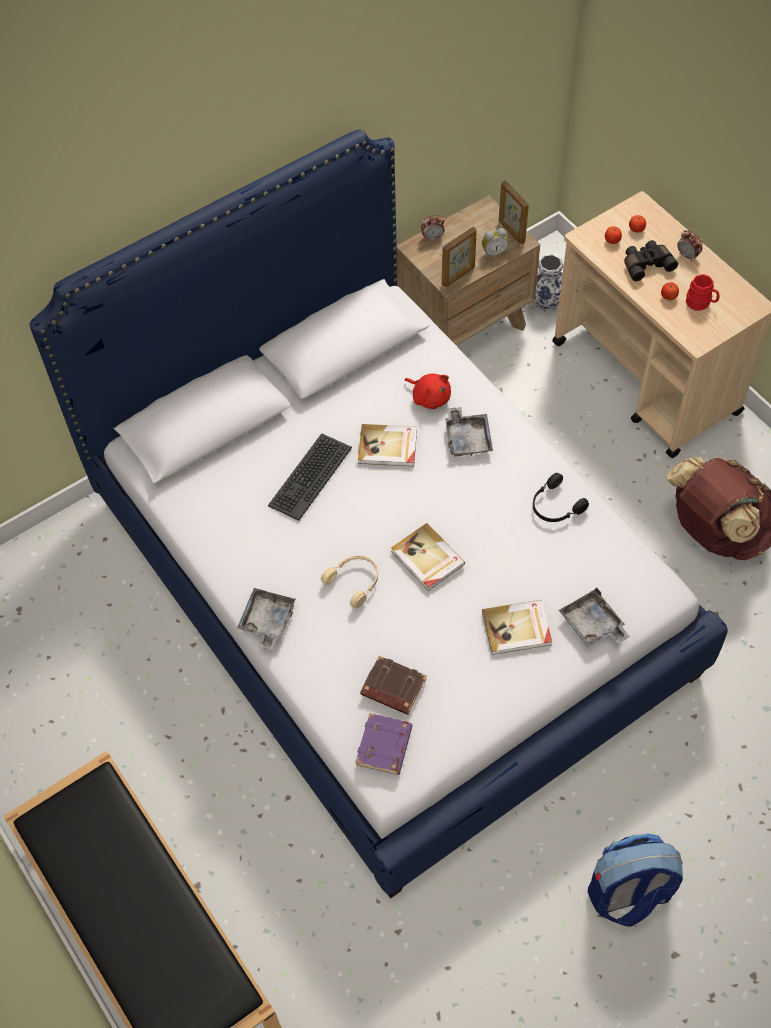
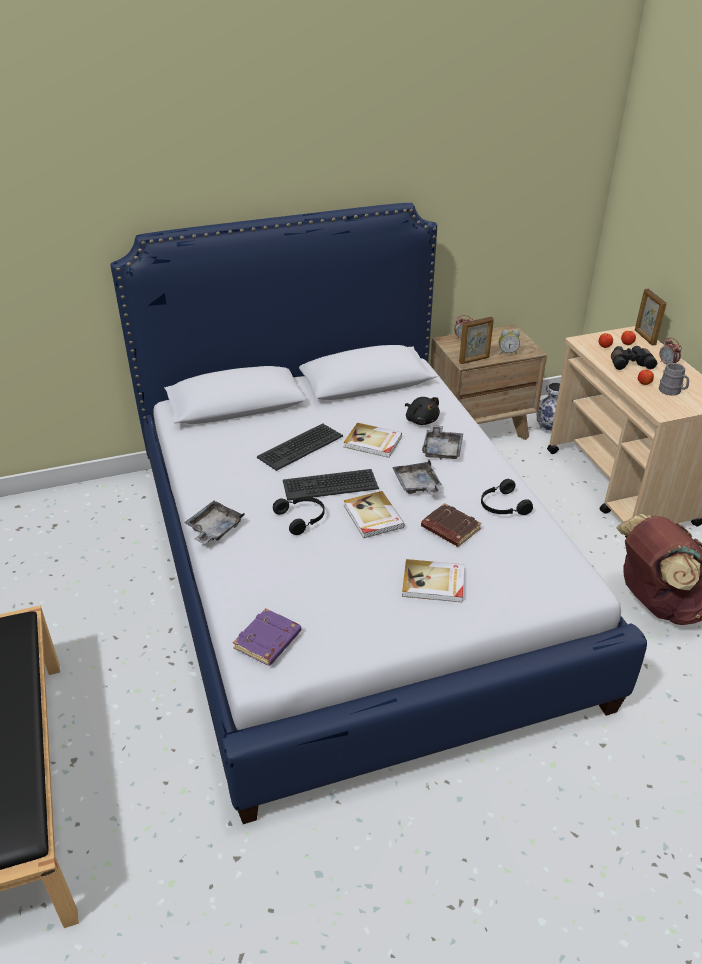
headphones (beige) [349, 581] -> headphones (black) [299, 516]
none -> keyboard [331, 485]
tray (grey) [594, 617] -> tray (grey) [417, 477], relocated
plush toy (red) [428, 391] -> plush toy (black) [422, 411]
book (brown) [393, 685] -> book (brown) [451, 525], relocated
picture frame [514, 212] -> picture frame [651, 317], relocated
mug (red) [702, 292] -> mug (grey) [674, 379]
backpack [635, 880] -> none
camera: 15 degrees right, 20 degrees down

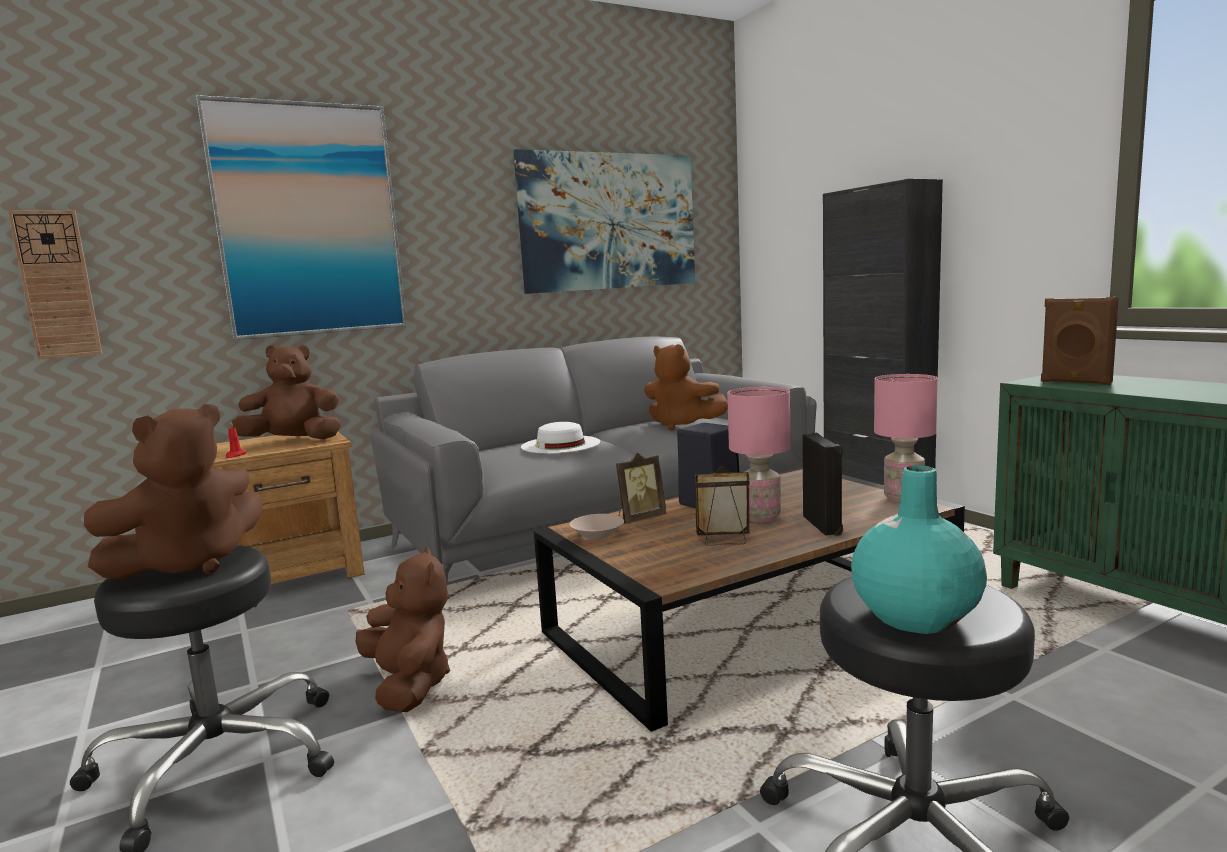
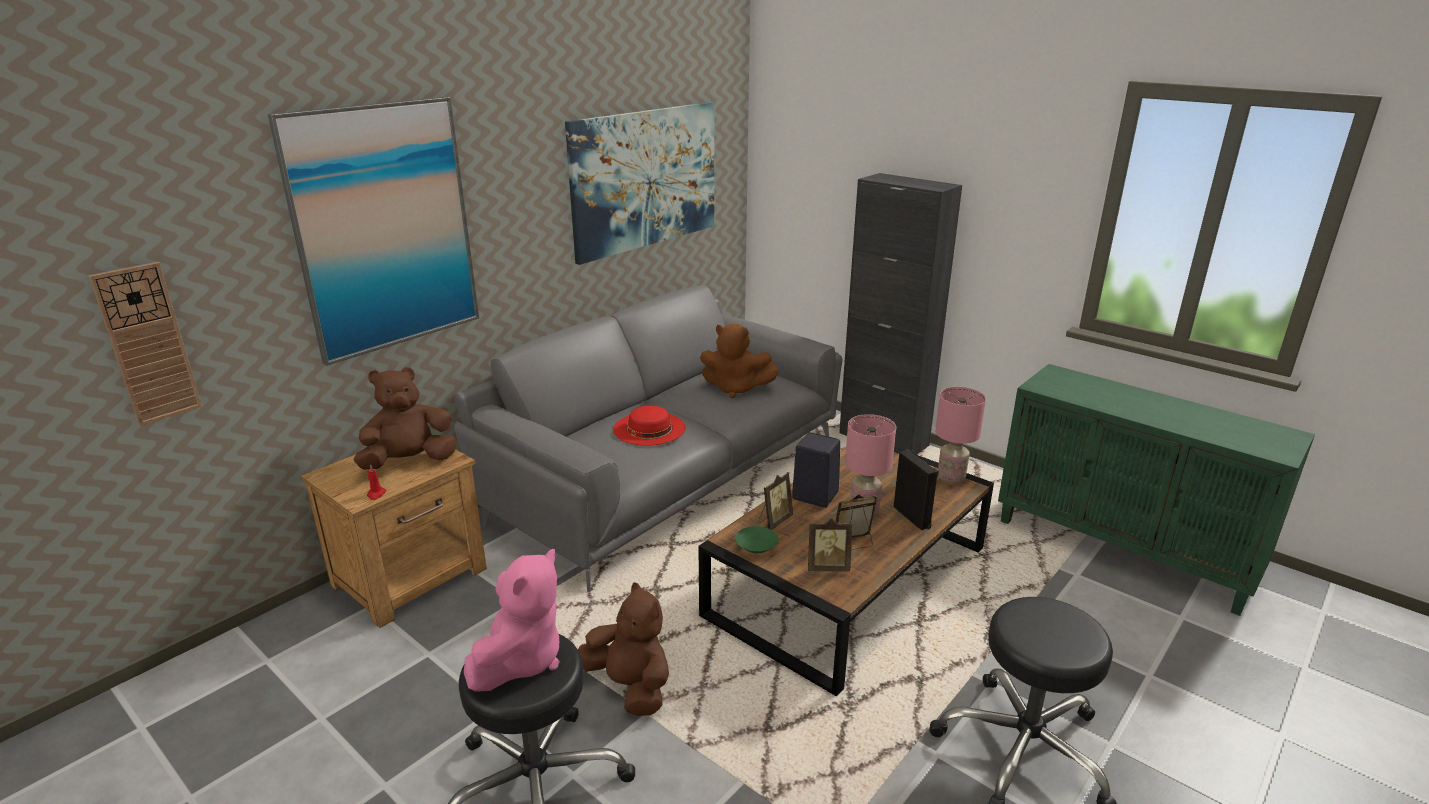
plush toy (brown) [173, 492] -> plush toy (pink) [512, 620]
hat (white) [560, 437] -> hat (red) [649, 426]
bowl (beige) [596, 527] -> bowl (green) [756, 539]
none -> picture frame [830, 544]
vase (turquoise) [919, 549] -> none
speaker (brown) [1080, 341] -> none
camera: 20 degrees left, 15 degrees up

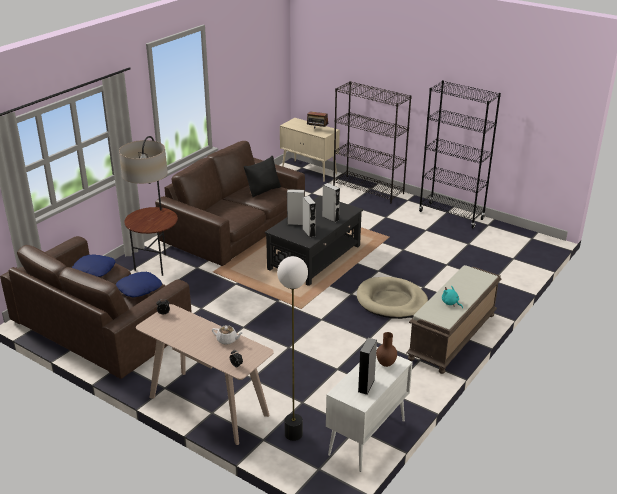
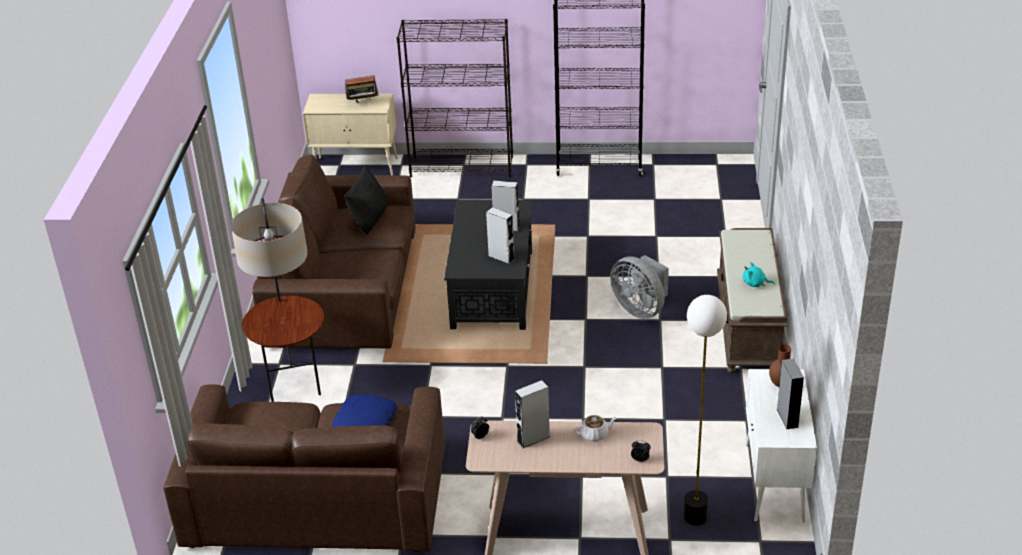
speaker (grey) [296, 207] -> speaker (grey) [532, 414], relocated
dog bed (beige) [392, 298] -> fan (grey) [639, 287]
pillow (blue) [94, 265] -> none
camera: 30 degrees left, 5 degrees up

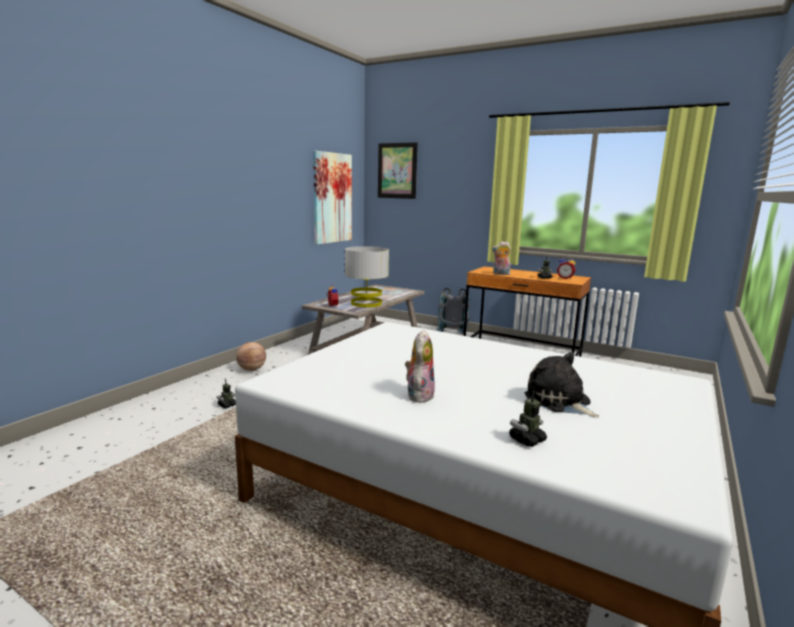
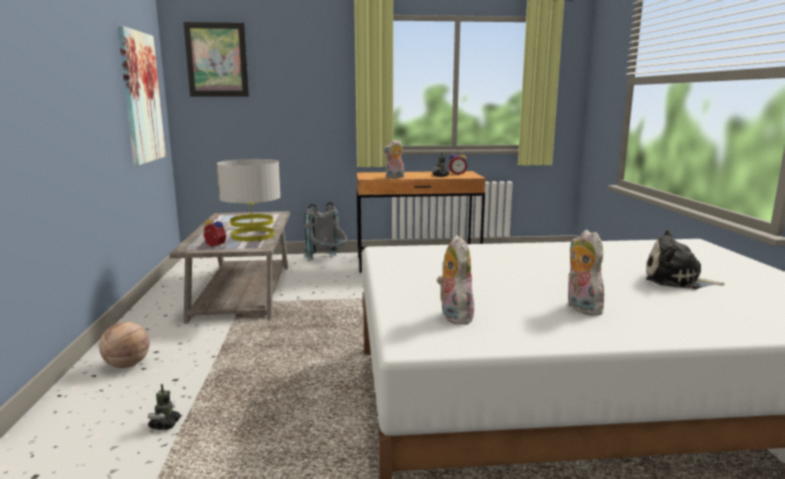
none -> plush toy [455, 280]
toy robot [528, 419] -> none
camera: 35 degrees left, 0 degrees up

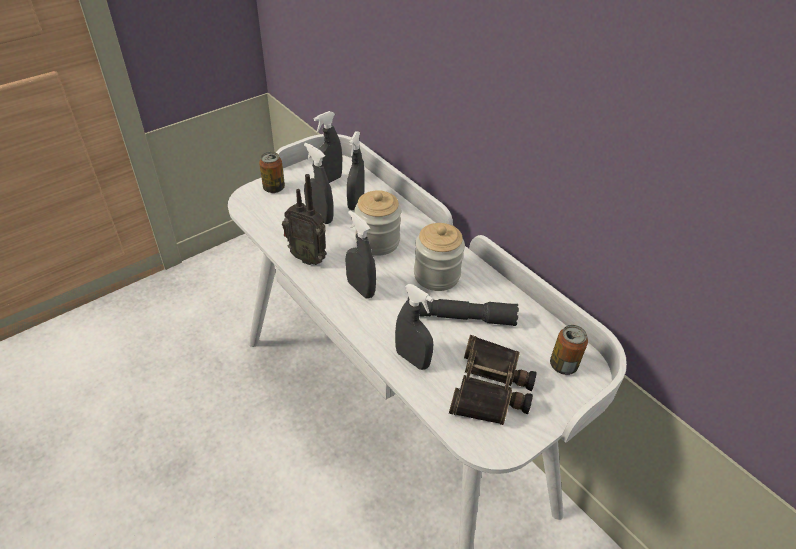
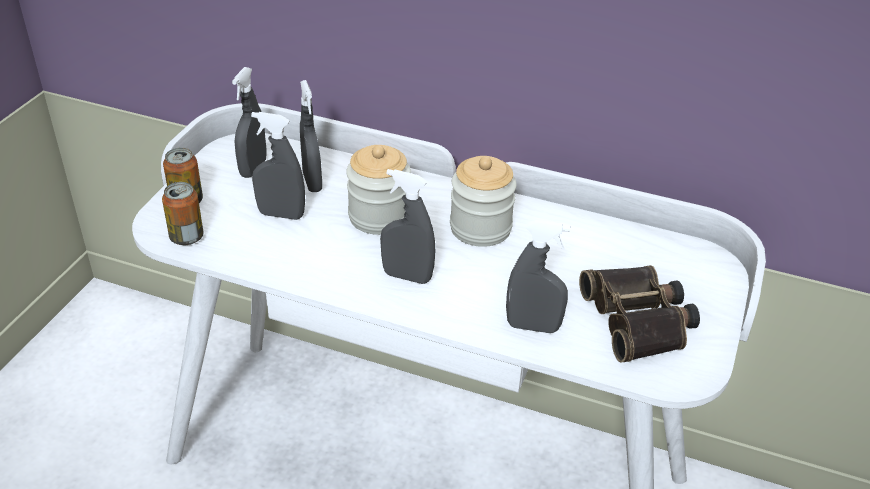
can [569, 350] -> can [183, 213], relocated
radio [304, 219] -> none
flashlight (grey) [463, 311] -> none
camera: 30 degrees left, 5 degrees down

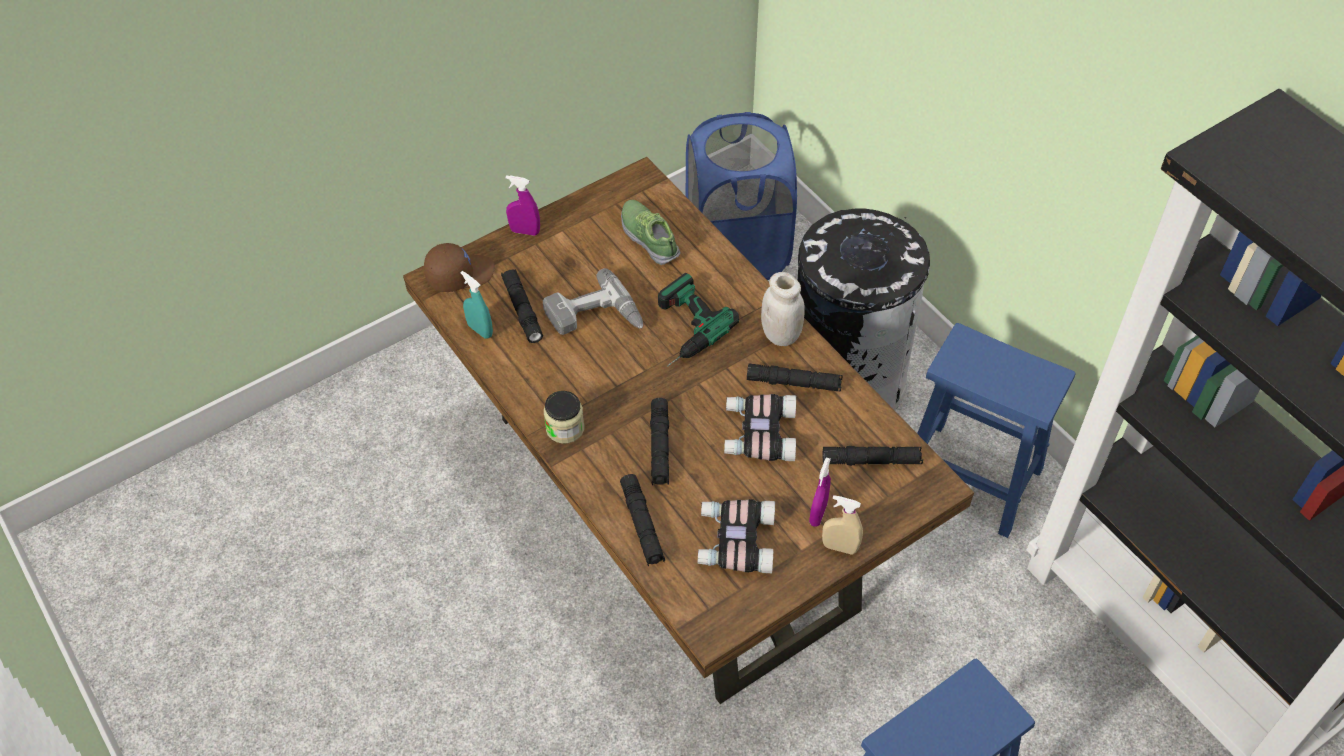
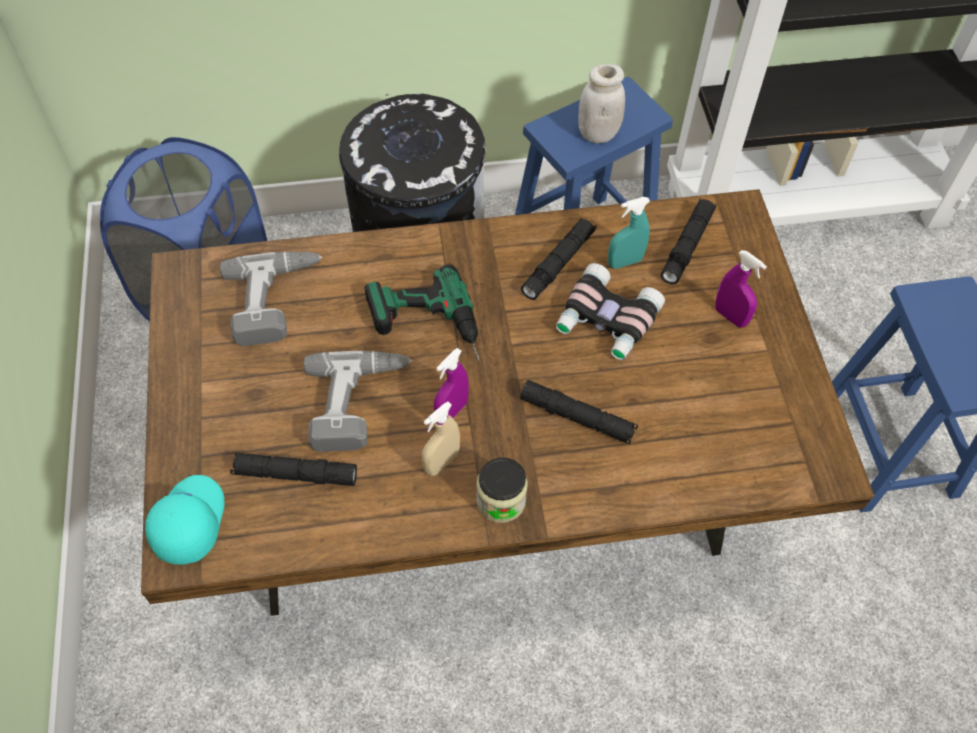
cap (brown) [459, 267] -> cap (turquoise) [185, 520]
shoe [651, 232] -> power drill [271, 299]
spray bottle (beige) [842, 525] -> spray bottle (beige) [441, 439], relocated
spray bottle (purple) [523, 205] -> spray bottle (purple) [451, 383], relocated
jar (white) [783, 309] -> jar (white) [601, 103], relocated
spray bottle (turquoise) [477, 305] -> spray bottle (turquoise) [629, 233], relocated
flashlight (black) [642, 520] -> none
binoculars [736, 536] -> none
camera: 65 degrees left, 5 degrees up

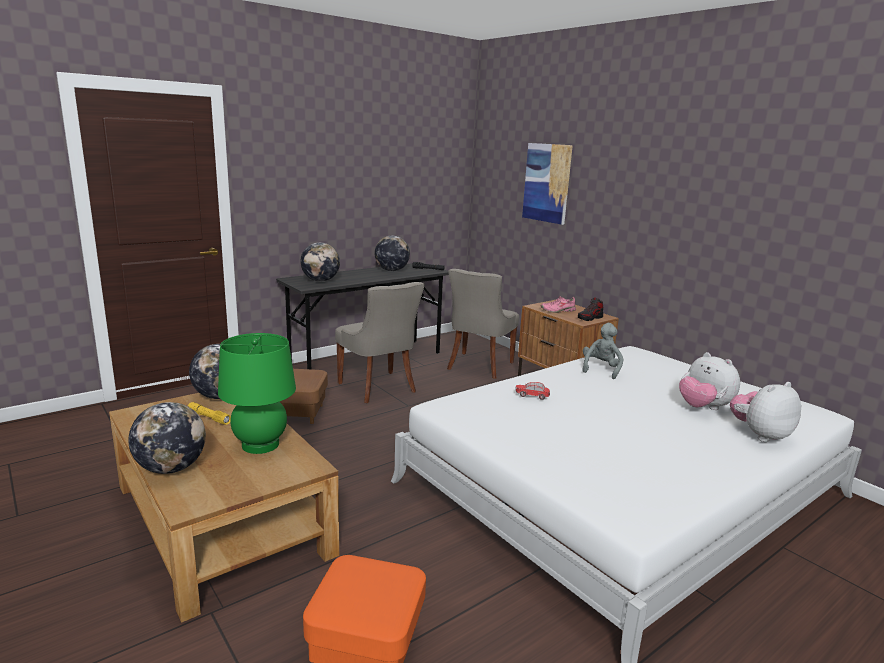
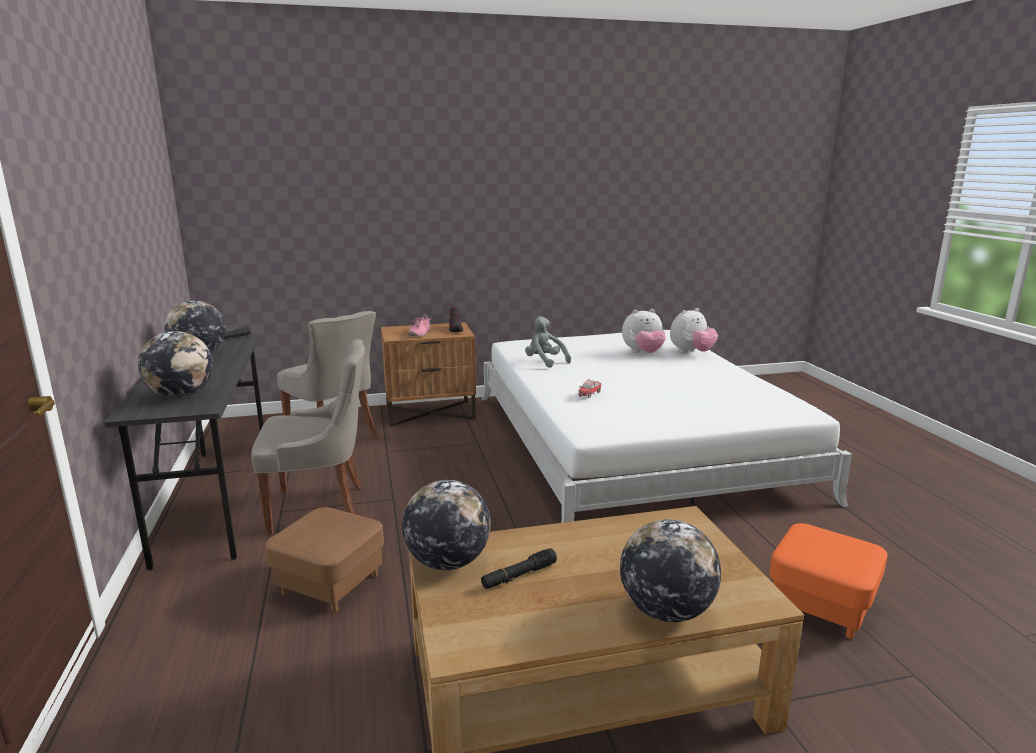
flashlight (yellow) [209, 413] -> flashlight (black) [519, 568]
plush toy [765, 412] -> plush toy [694, 330], 120 degrees counterclockwise
table lamp (green) [257, 393] -> none
picture [547, 184] -> none
camera: 65 degrees left, 0 degrees up

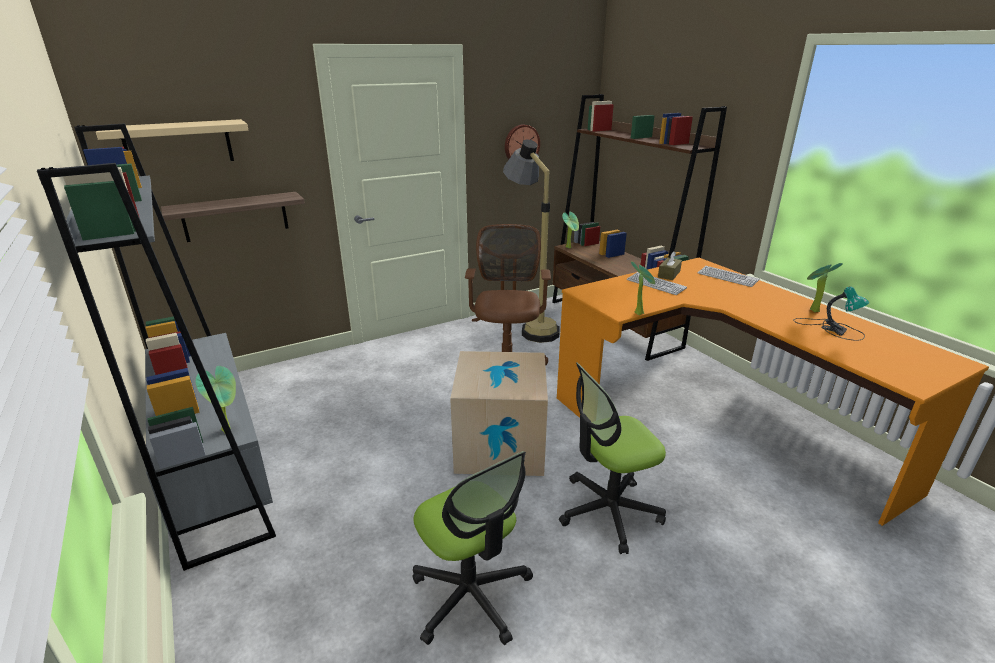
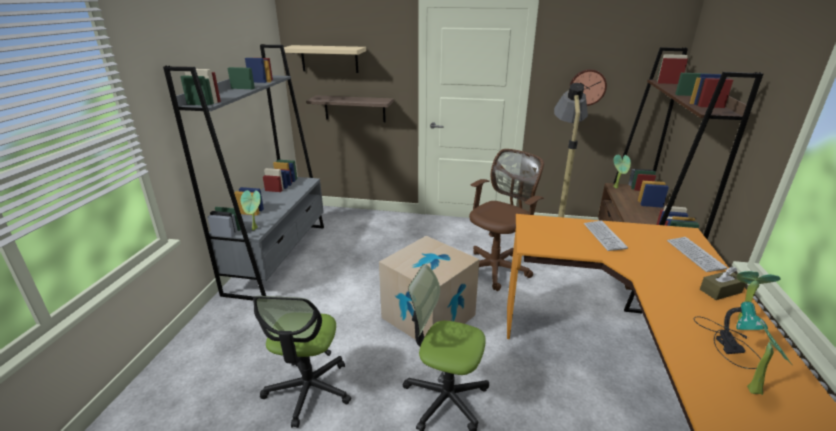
tissue box (brown) [670, 266] -> tissue box (brown) [723, 283], relocated
potted plant [643, 288] -> potted plant [769, 358], relocated
camera: 40 degrees right, 0 degrees up

